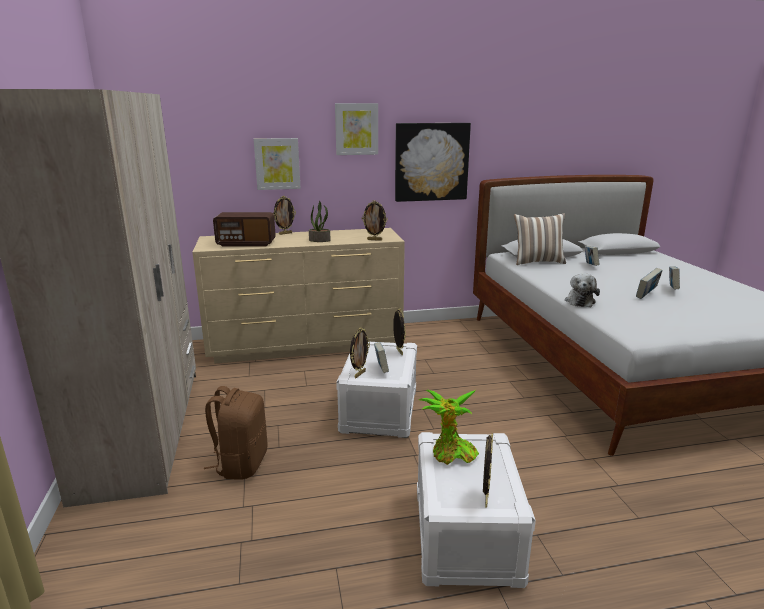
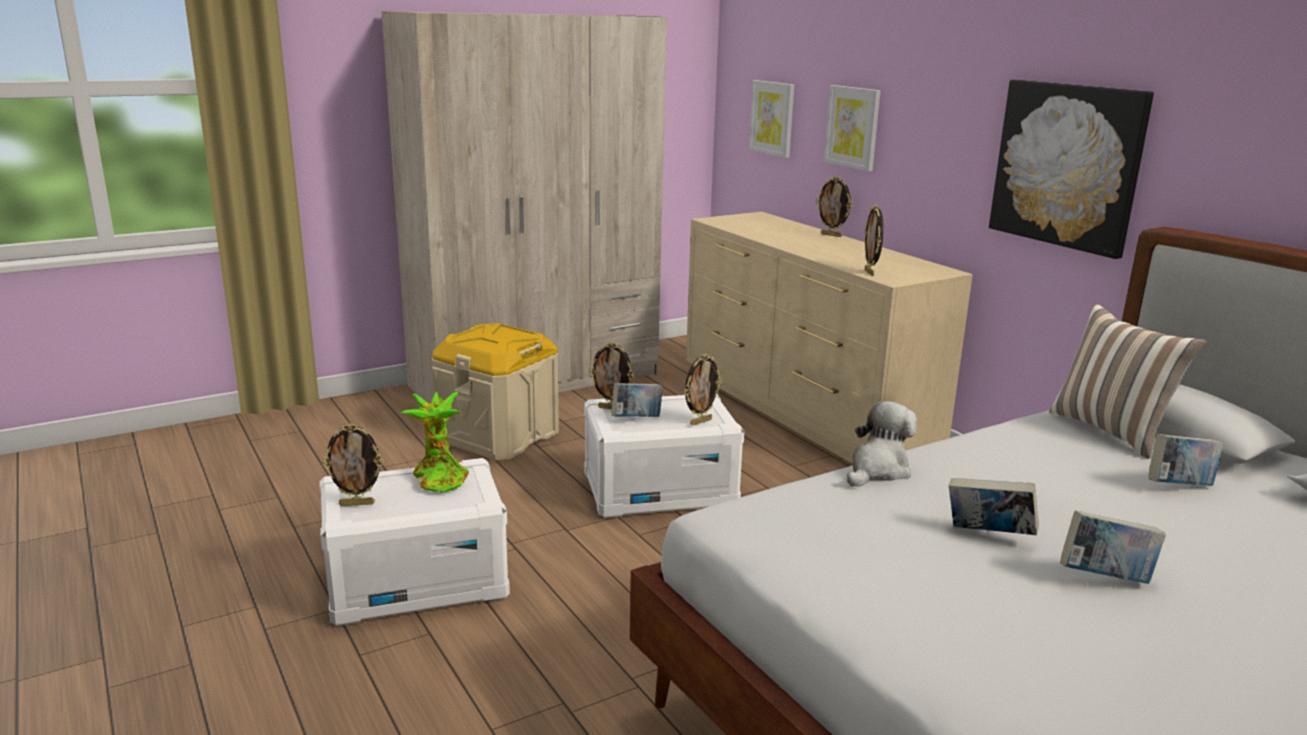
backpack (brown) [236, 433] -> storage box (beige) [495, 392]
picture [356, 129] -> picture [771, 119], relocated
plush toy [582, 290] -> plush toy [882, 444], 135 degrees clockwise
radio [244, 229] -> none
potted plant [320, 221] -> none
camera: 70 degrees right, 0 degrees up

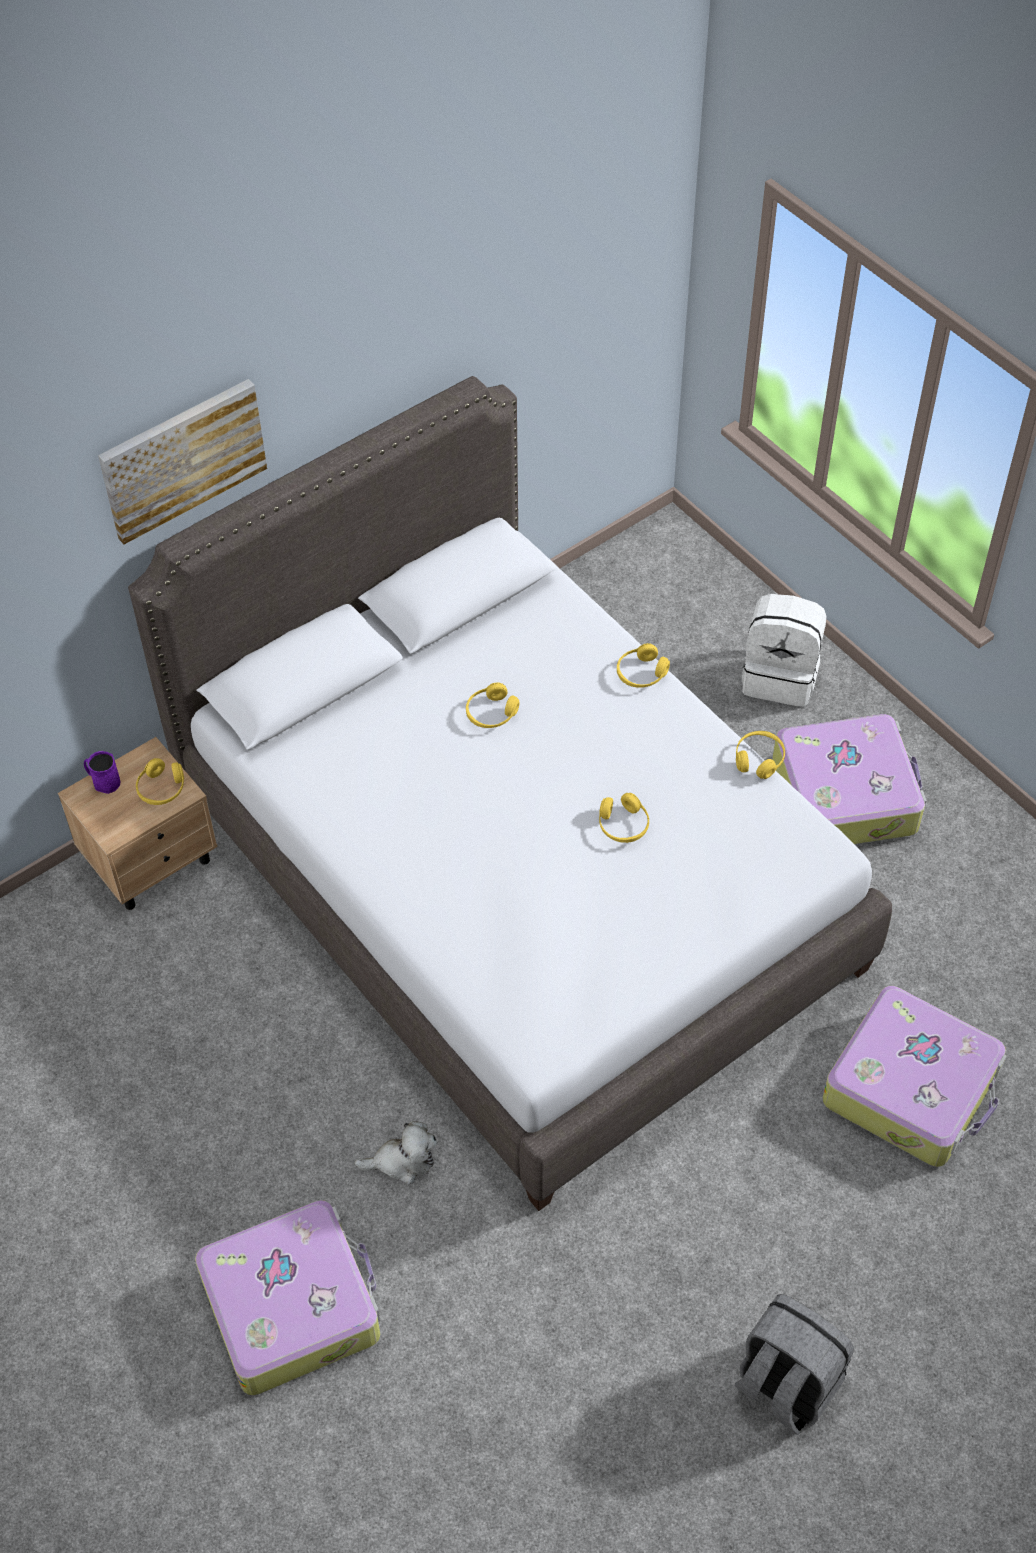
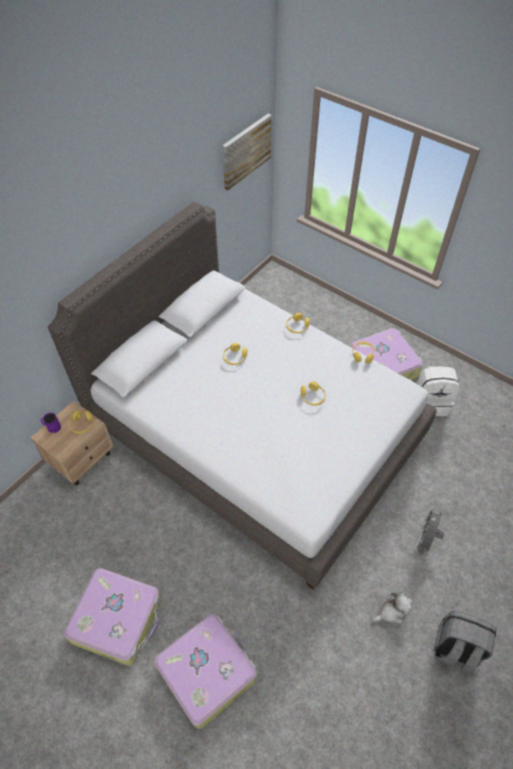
suitcase [914, 1076] -> suitcase [112, 617], relocated
picture [182, 461] -> picture [247, 152], relocated
plush toy [395, 1152] -> plush toy [392, 608], relocated
none -> fan (grey) [429, 529]
backpack (white) [784, 650] -> backpack (white) [437, 391], relocated
camera: 15 degrees left, 0 degrees up

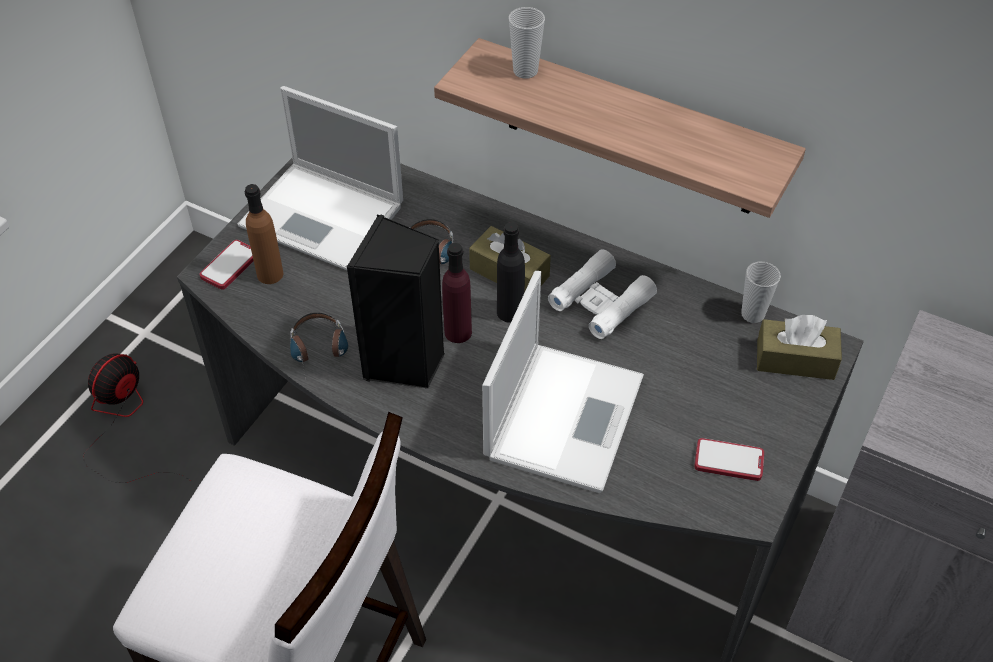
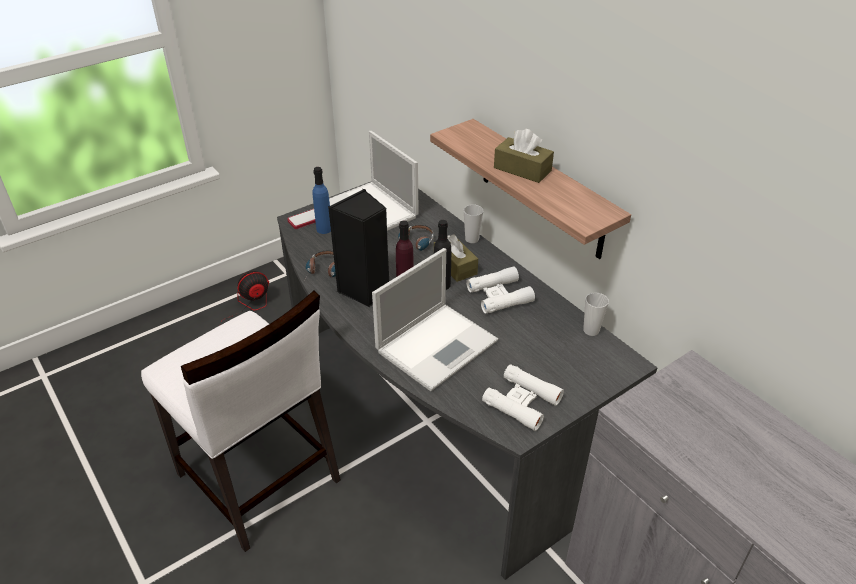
bottle (brown) [264, 234] -> bottle (blue) [321, 200]
cup [527, 43] -> cup [473, 224], relocated
phone [729, 459] -> binoculars (white) [523, 397]
tissue box (brown) [799, 347] -> tissue box (brown) [524, 156], relocated
camera: 25 degrees right, 10 degrees down

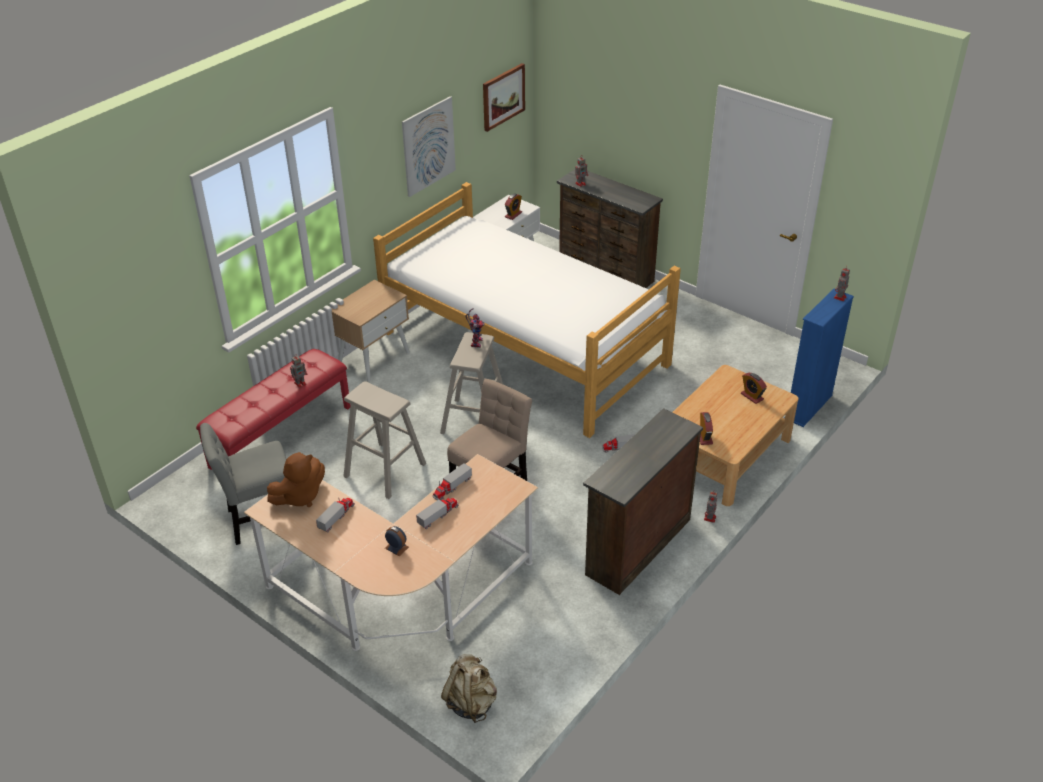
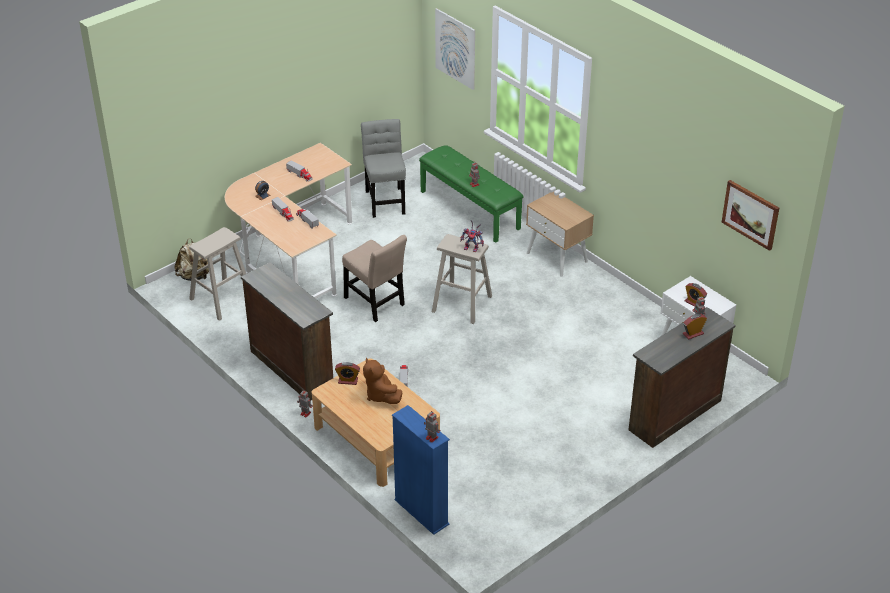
stool (beige) [384, 440] -> stool (beige) [217, 274], relocated
plush toy (brown) [296, 479] -> plush toy (brown) [382, 381], relocated
bench (red) [273, 409] -> bench (green) [471, 194]
picture [429, 146] -> picture [455, 49], relocated
alarm clock [754, 388] -> alarm clock [695, 327], relocated
bed [527, 310] -> none
camera: 100 degrees right, 0 degrees up

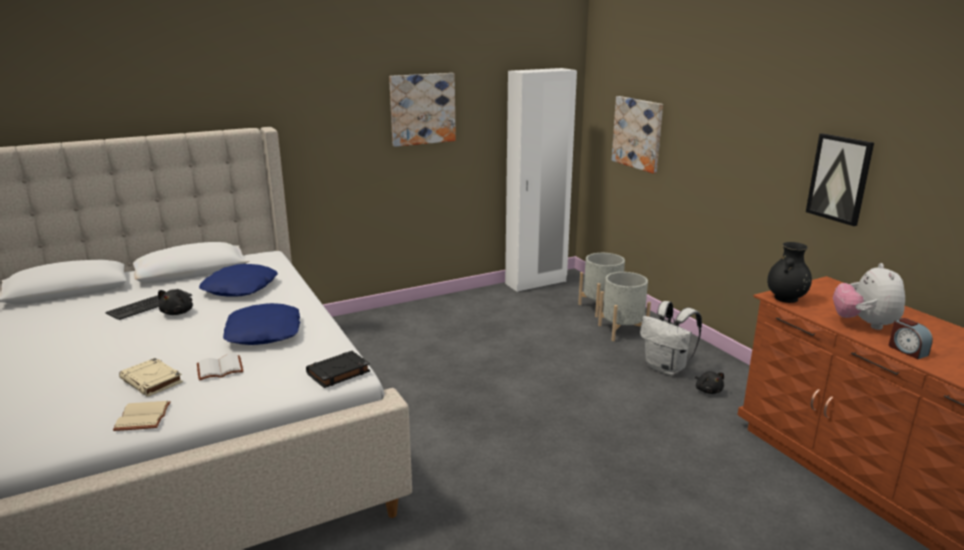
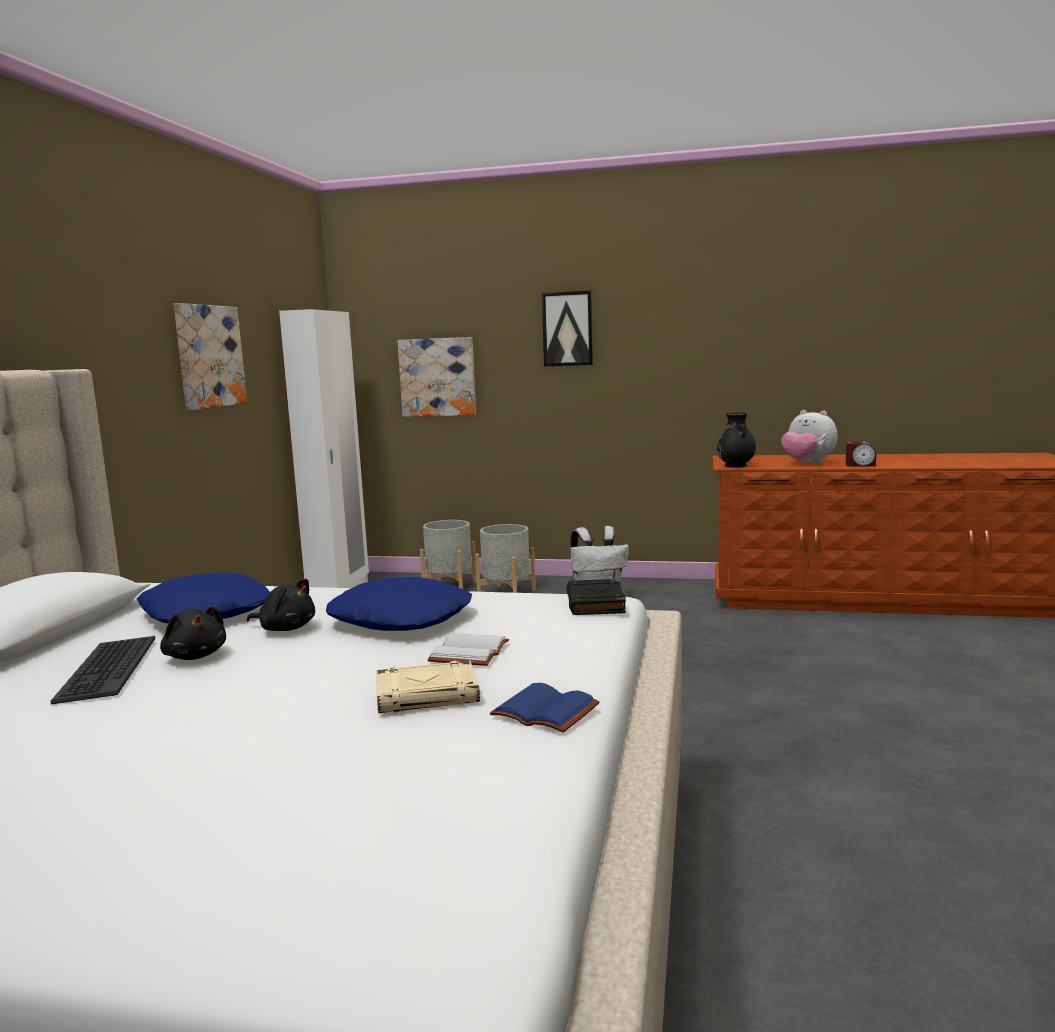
plush toy (black) [709, 382] -> plush toy (black) [281, 605], relocated
book (beige) [142, 416] -> book (blue) [544, 708]
picture [840, 179] -> picture [567, 328], relocated
camera: 50 degrees left, 10 degrees down

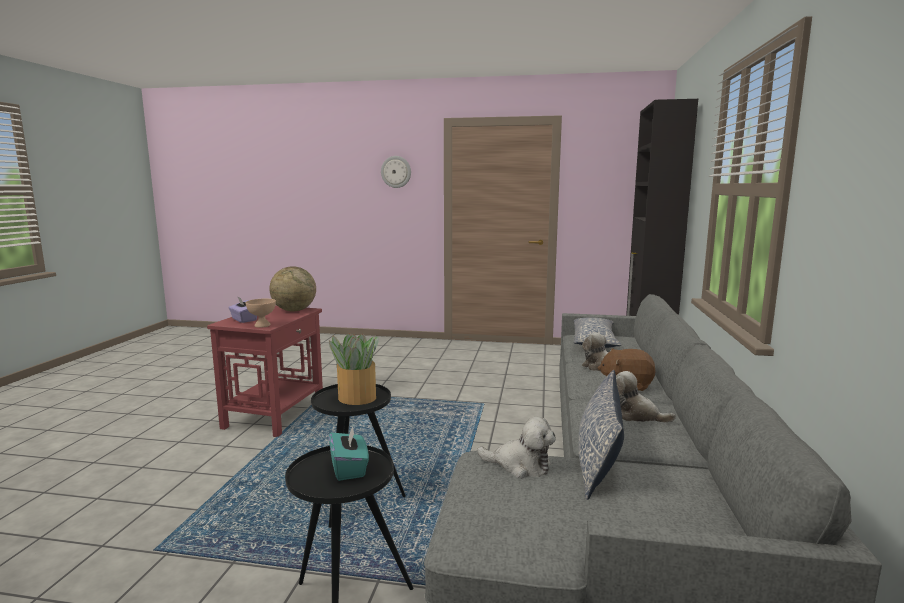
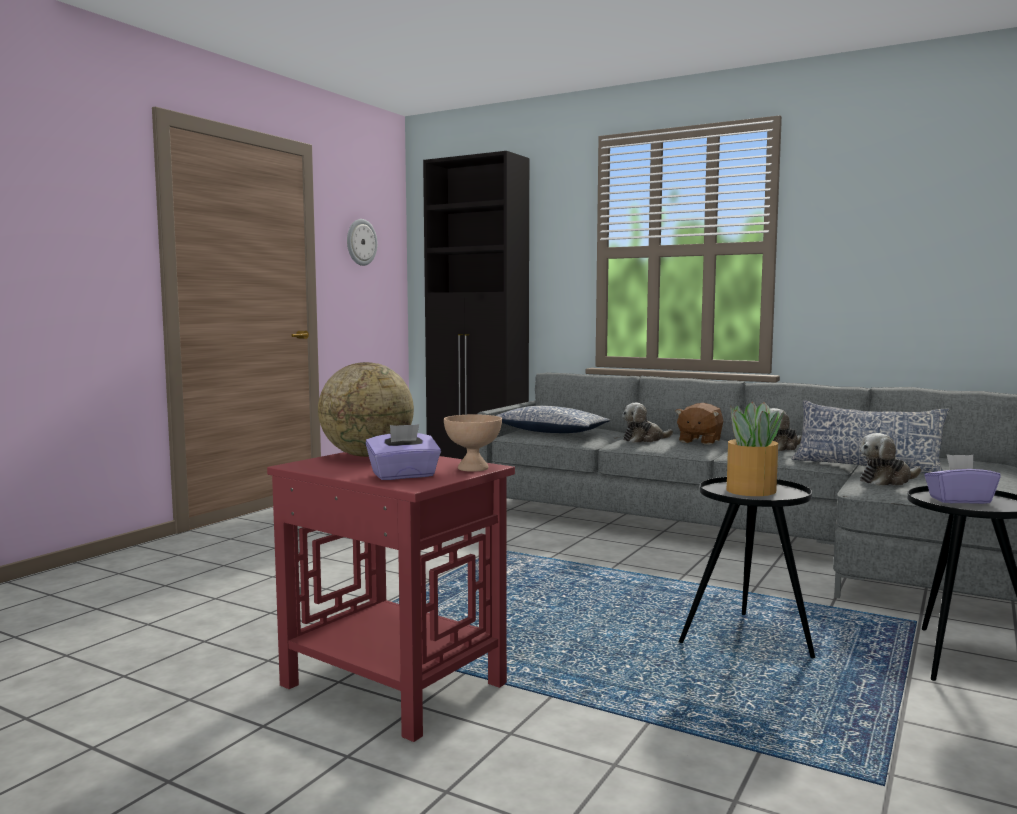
wall clock [396, 172] -> wall clock [362, 242], relocated
plush toy [516, 447] -> plush toy [890, 459], 150 degrees counterclockwise
tissue box (turquoise) [349, 453] -> tissue box (purple) [962, 479]
camera: 70 degrees left, 5 degrees down

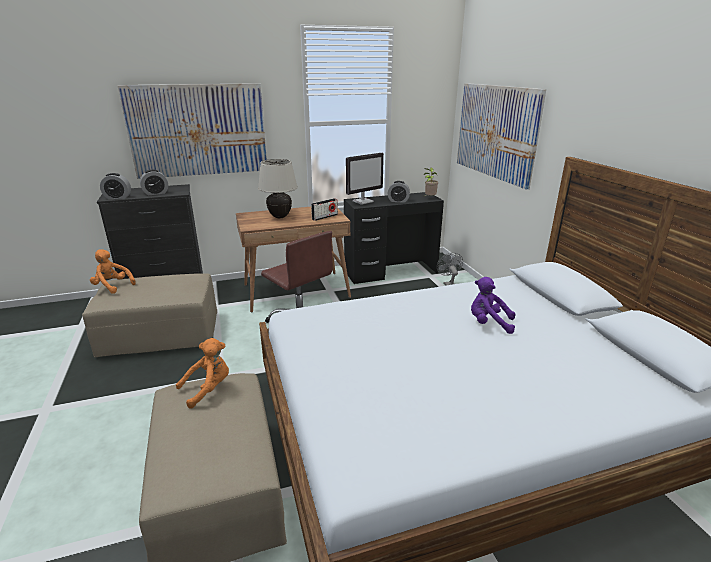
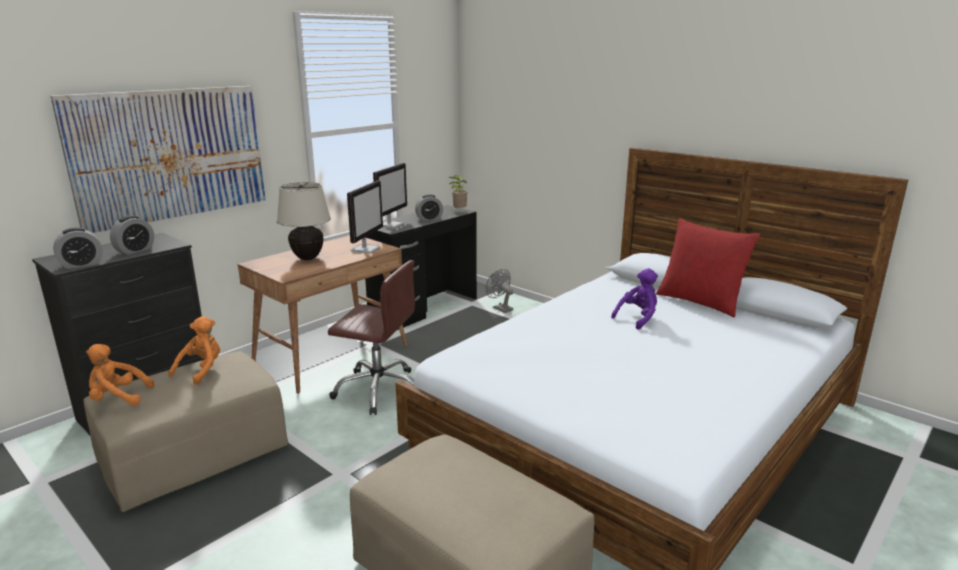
plush toy (orange) [202, 373] -> plush toy (orange) [194, 350], relocated
radio [324, 209] -> monitor [365, 217]
plush toy (purple) [493, 305] -> plush toy (purple) [634, 299], 150 degrees clockwise
none -> pillow (red) [708, 268]
picture [501, 136] -> none
camera: 30 degrees left, 5 degrees down

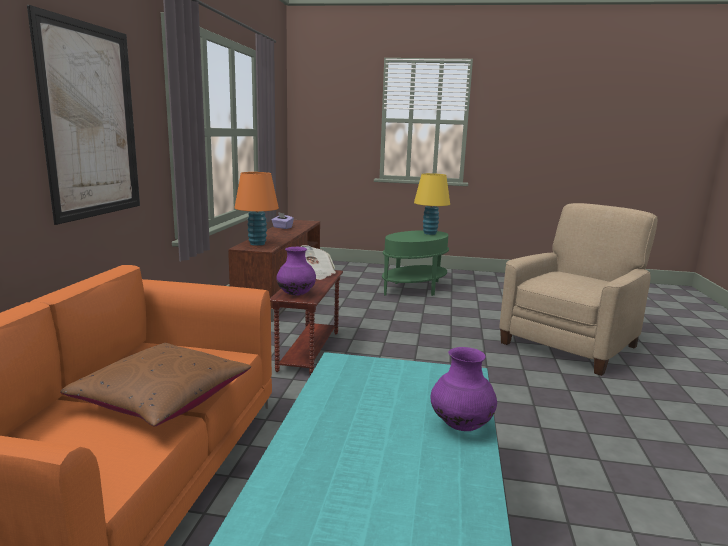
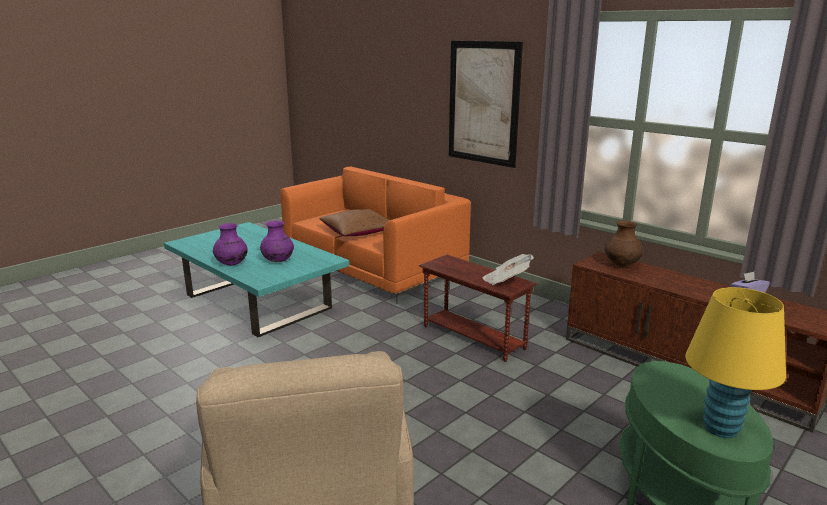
vase (purple) [296, 271] -> vase (purple) [277, 241], relocated
table lamp (orange) [257, 209] -> vase (brown) [624, 243]
camera: 125 degrees right, 5 degrees up

